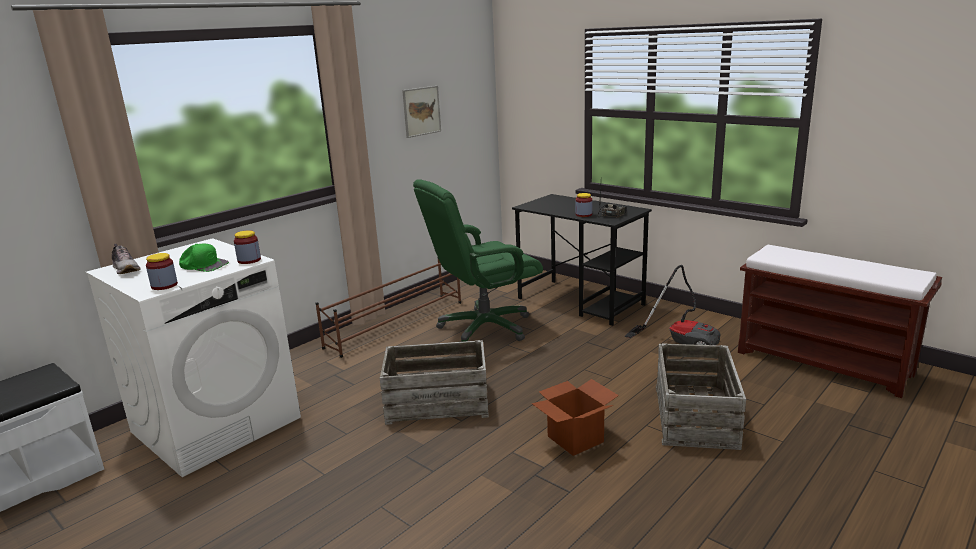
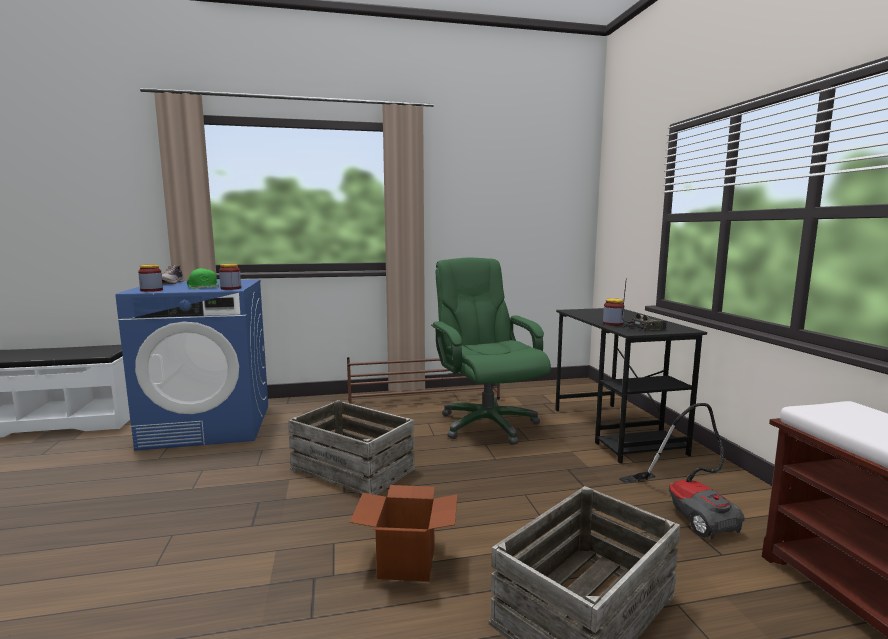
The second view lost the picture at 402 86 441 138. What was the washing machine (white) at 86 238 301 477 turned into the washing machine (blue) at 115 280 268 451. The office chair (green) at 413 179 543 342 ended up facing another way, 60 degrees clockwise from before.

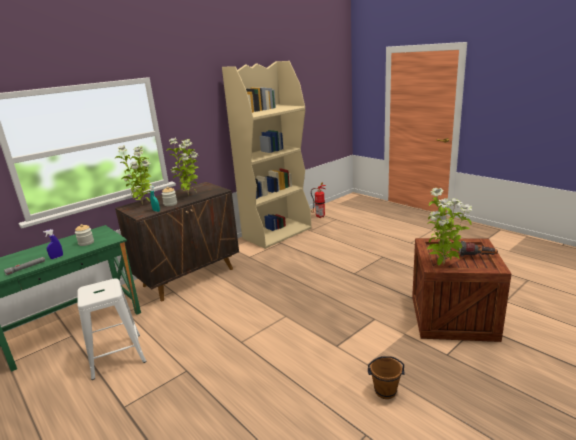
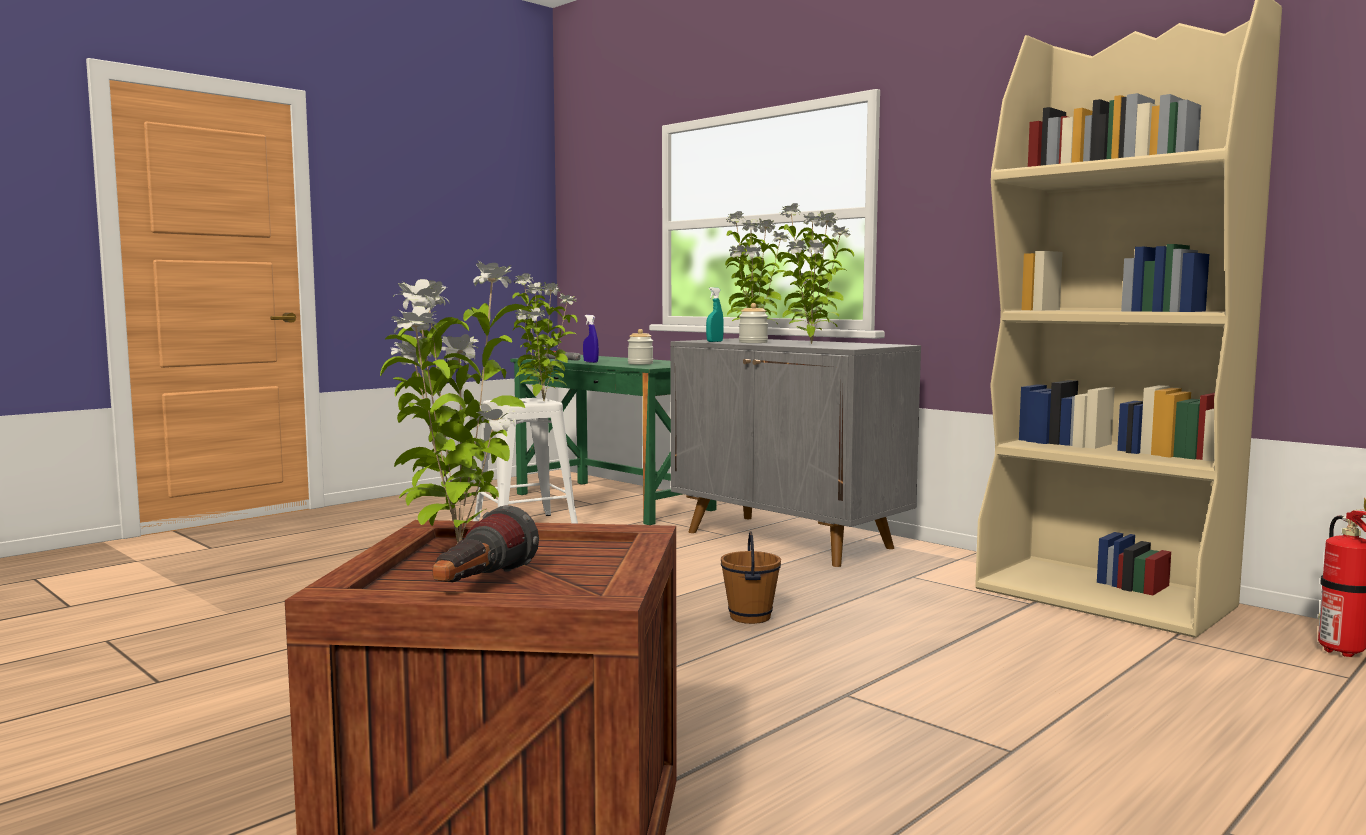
The second view gained the potted plant at 512 273 577 401. The bucket (brown) ended up elsewhere, having gone from 368 356 405 399 to 721 531 781 624. What was the cabinet (brown) at 115 182 239 301 turned into the cabinet (grey) at 671 338 921 567.

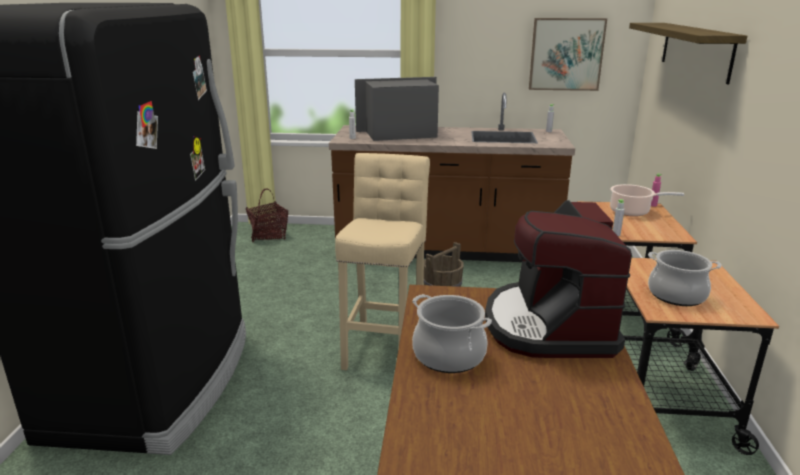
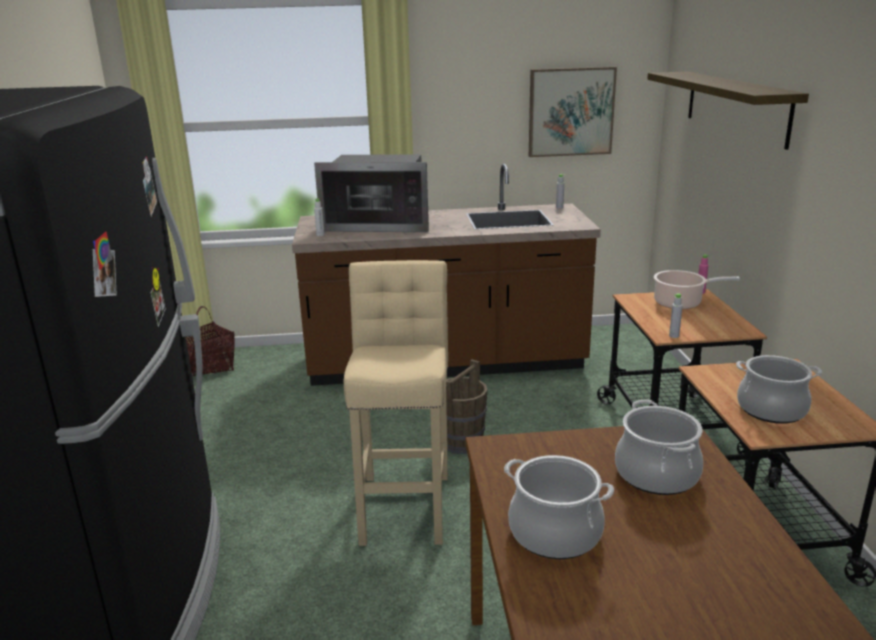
Where the coffee machine stood at 485 200 632 358, the cooking pot came to stand at 615 400 703 495. The microwave at 355 77 439 141 ended up facing another way, 150 degrees counterclockwise from before.

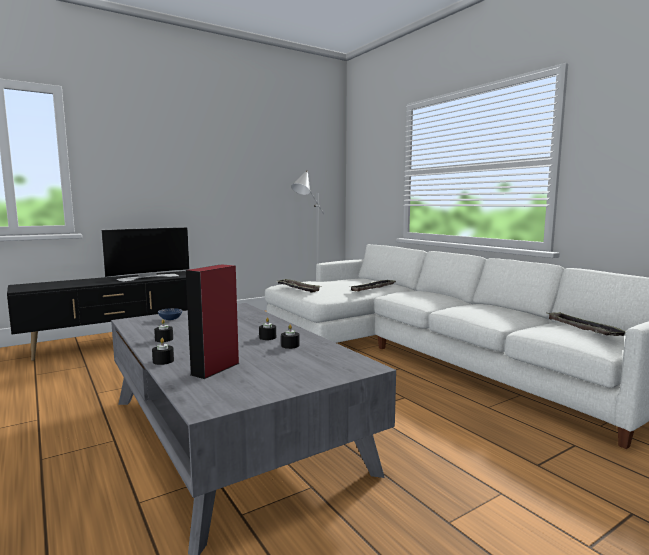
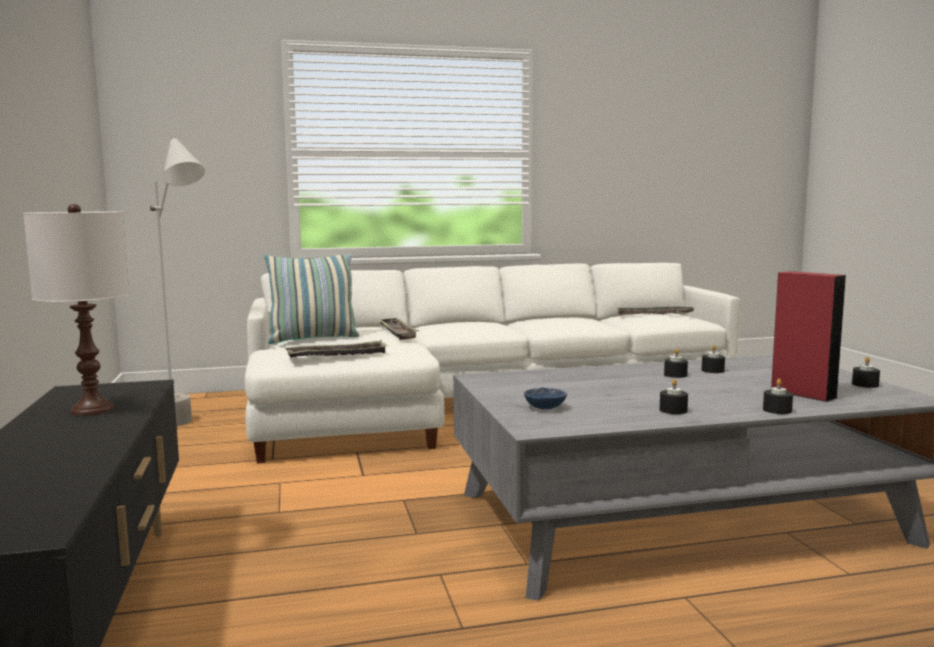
The second view gained the pillow at 264 254 359 344. The second view gained the candle (black) at 852 357 880 388. Where the television stood at 101 227 190 281, the table lamp (white) came to stand at 23 204 130 416.

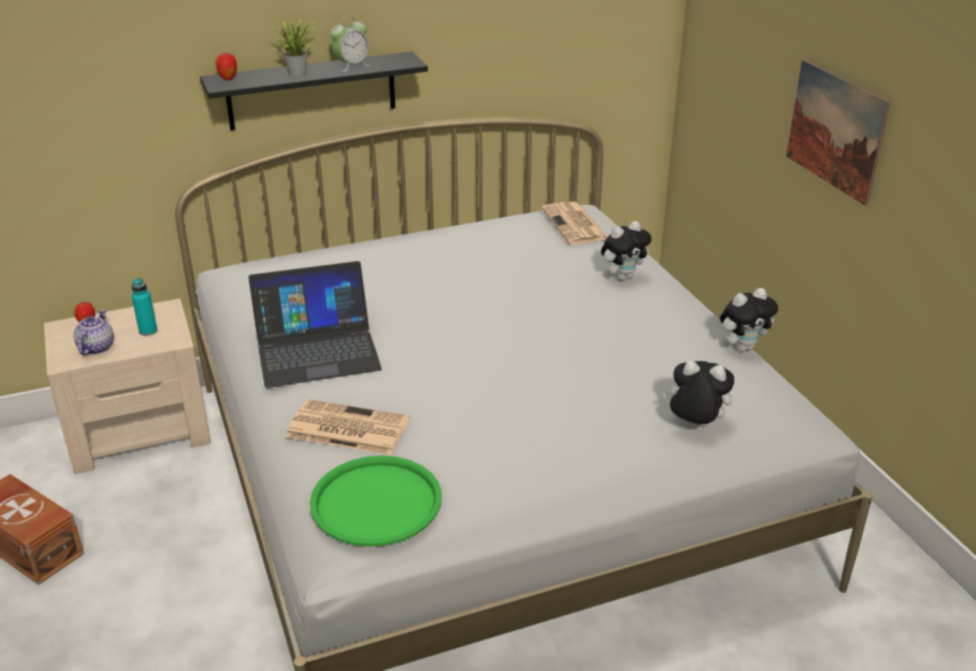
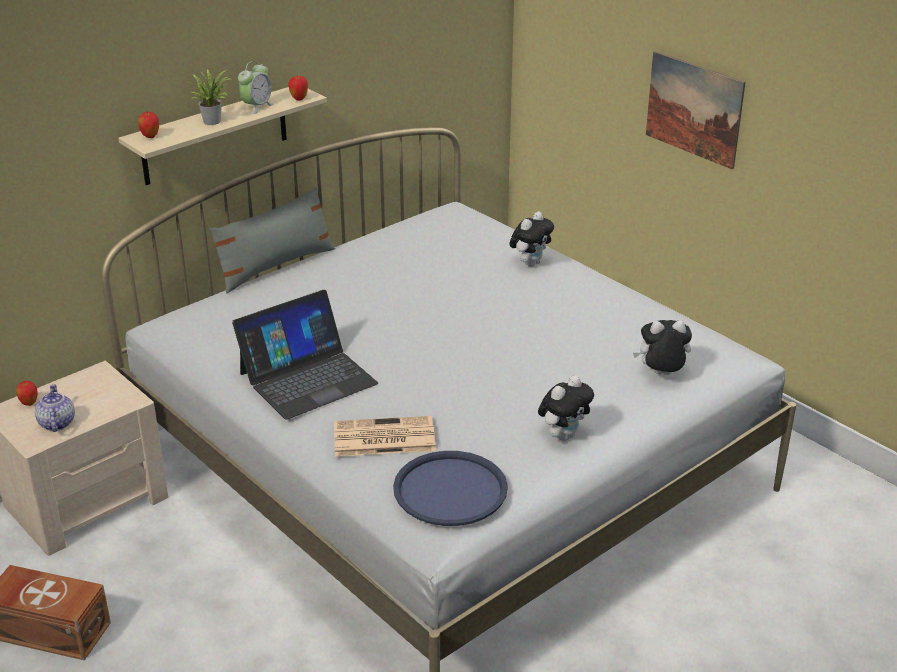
The second view lost the bottle (turquoise) at 131 278 157 336. The second view lost the newspaper at 542 202 607 244. The second view gained the pillow (grey) at 209 187 335 293. The second view gained the apple at 288 76 308 101. The plush toy ended up elsewhere, having gone from 720 288 778 352 to 538 376 594 441. What was the shelf (black) at 200 51 428 130 turned into the shelf (beige) at 118 87 327 185. What was the tray (green) at 310 456 442 547 turned into the tray (blue) at 393 451 508 526.

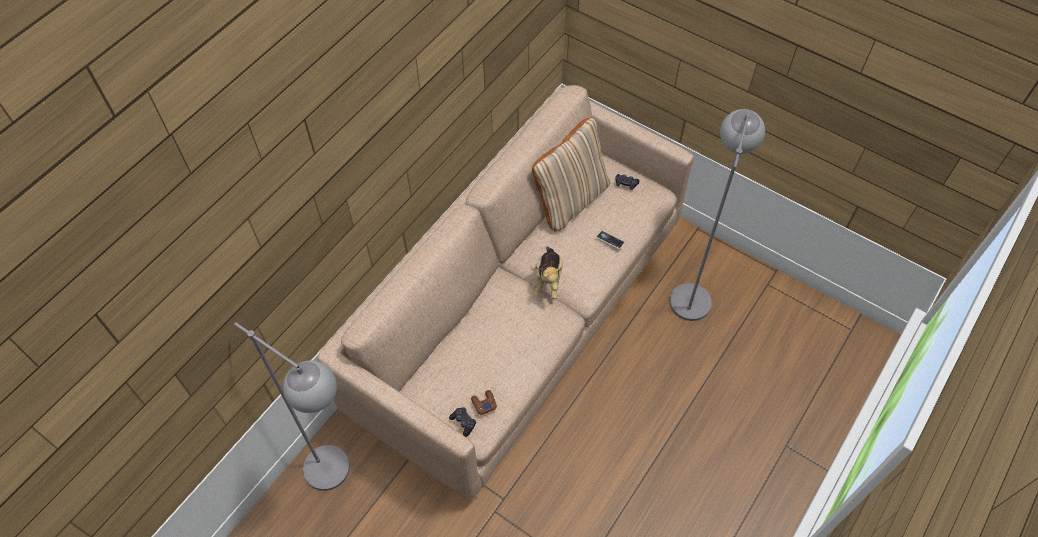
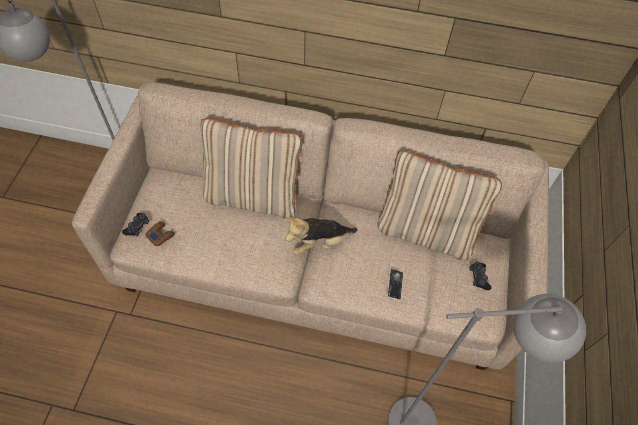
The second view gained the pillow (beige) at 201 118 302 218.

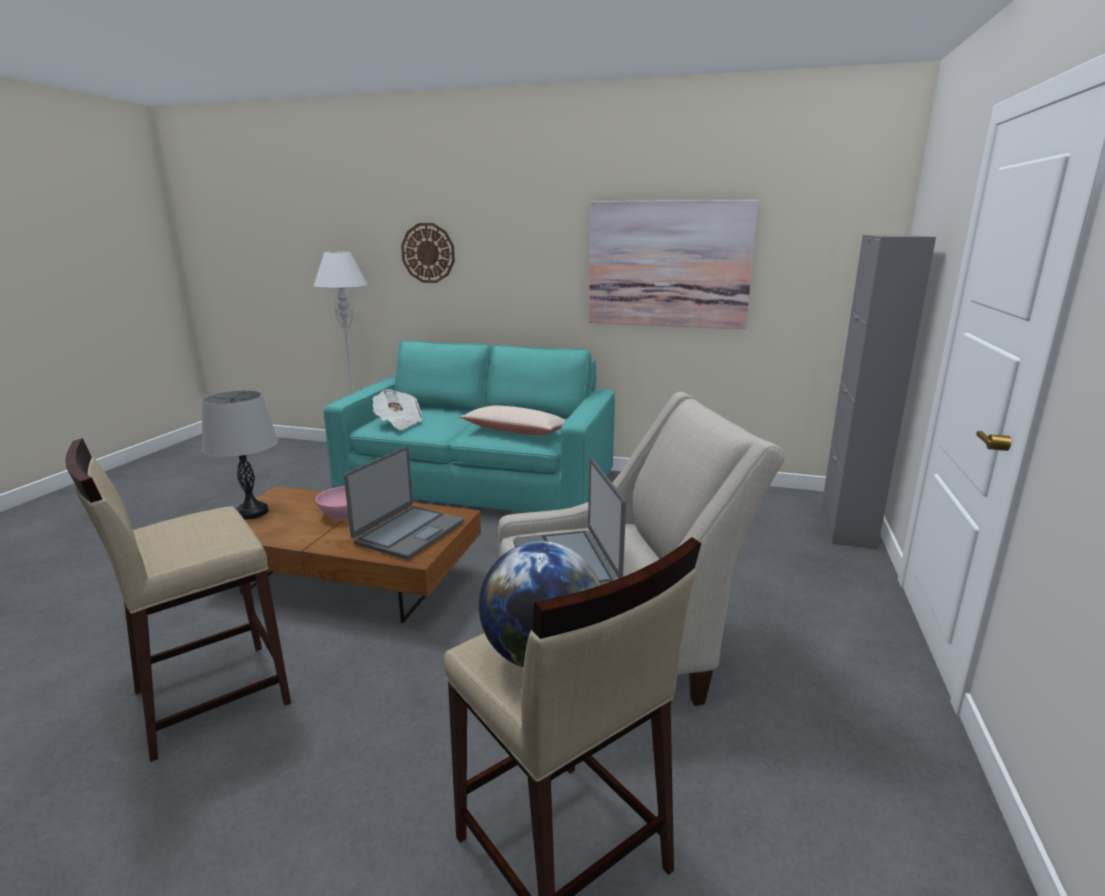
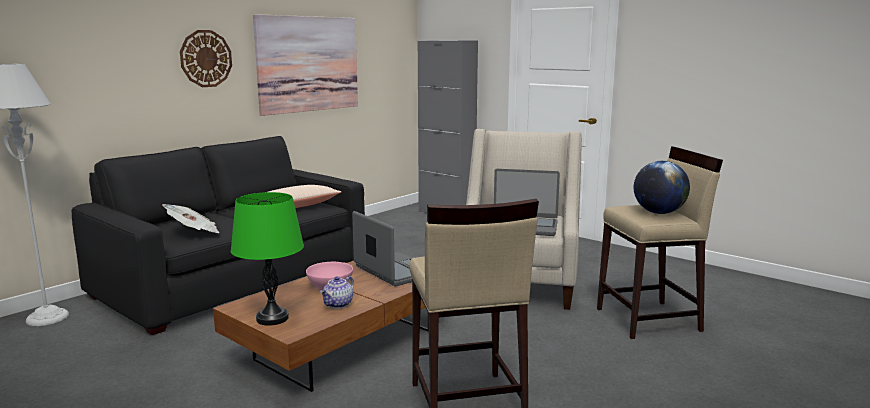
The second view gained the teapot at 320 276 354 309. The wall clock ended up elsewhere, having gone from 401 223 455 283 to 180 30 232 87. What was the table lamp (grey) at 202 390 278 519 turned into the table lamp (green) at 231 192 304 326. What was the sofa (turquoise) at 323 340 615 513 turned into the sofa (black) at 72 136 365 335.

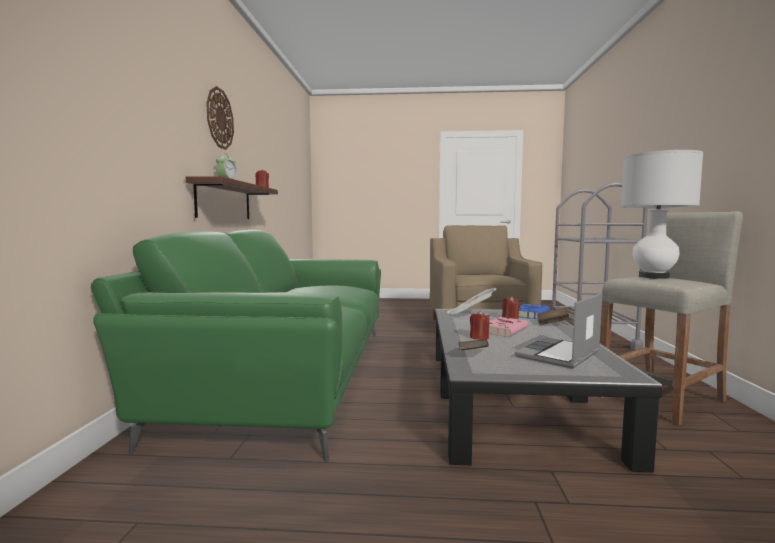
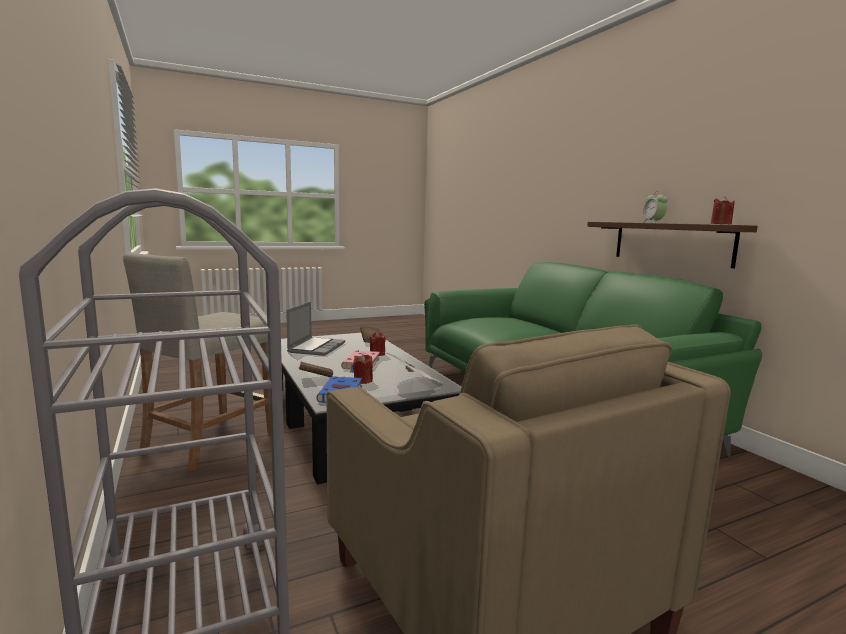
The second view lost the wall clock at 206 86 234 150. The second view lost the table lamp (white) at 621 150 703 279.

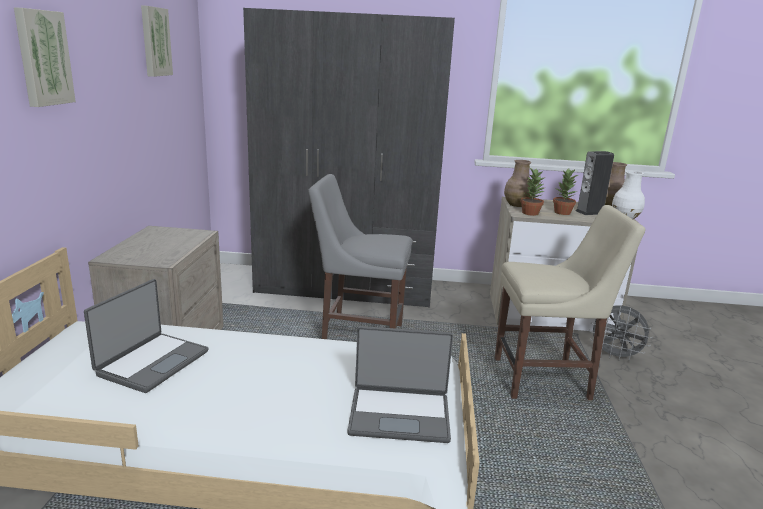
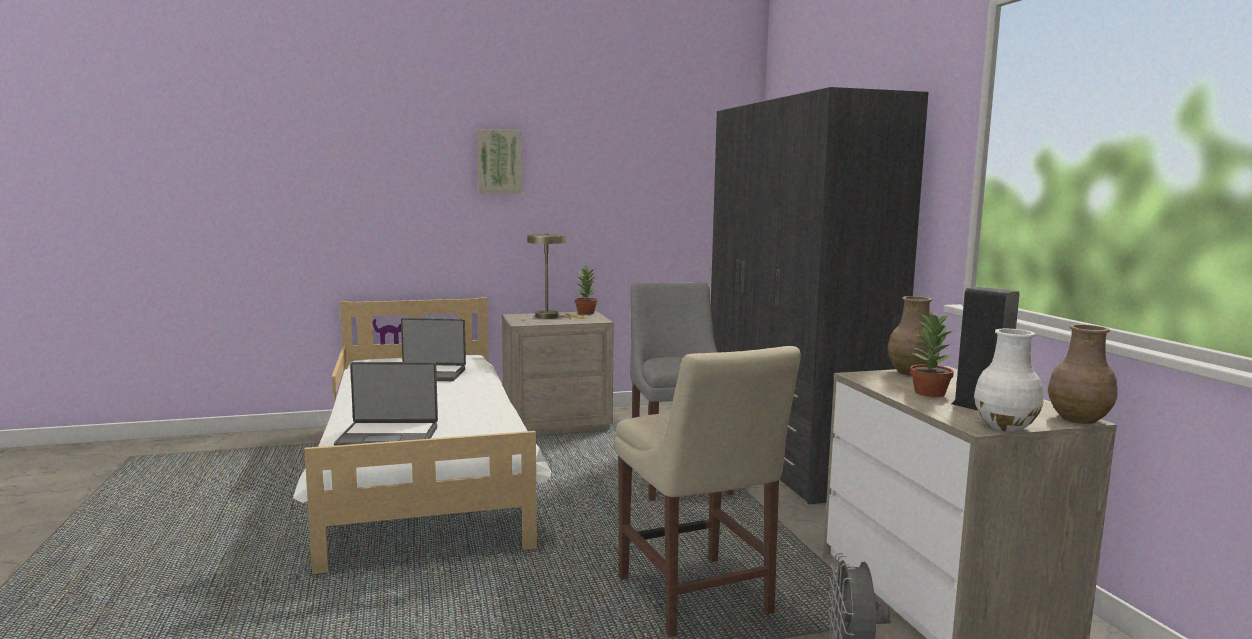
The second view lost the picture at 141 5 173 77. The second view gained the table lamp (beige) at 527 233 587 319. The potted plant ended up elsewhere, having gone from 521 168 546 216 to 575 266 598 315. The laptop at 347 326 453 443 ended up facing another way, 75 degrees counterclockwise from before.

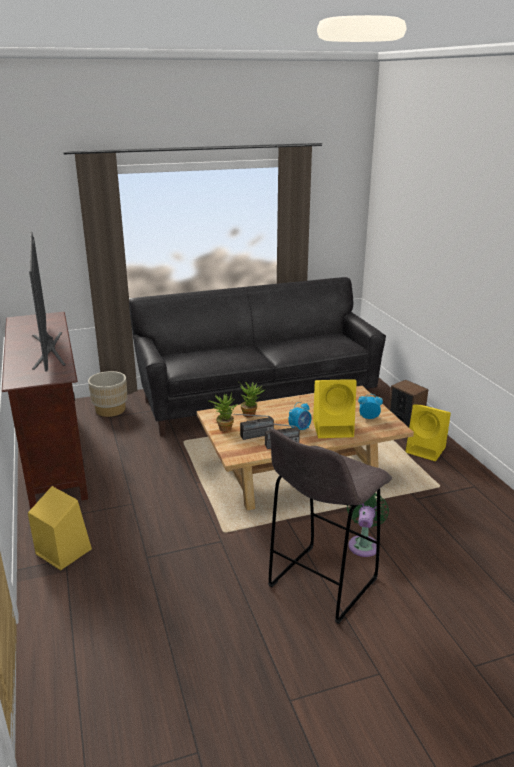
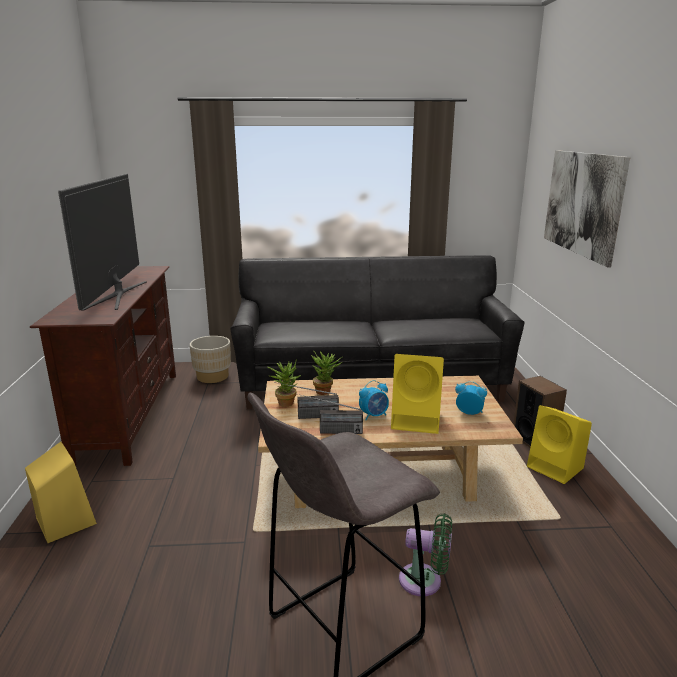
The second view gained the picture at 544 150 630 267. The fan (green) at 347 493 389 557 ended up facing another way, 75 degrees clockwise from before.

